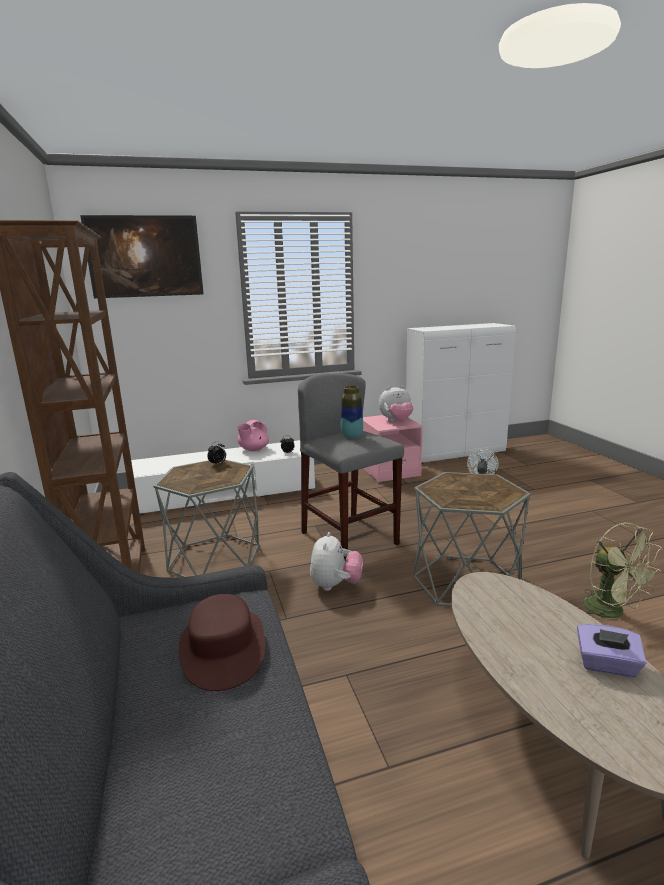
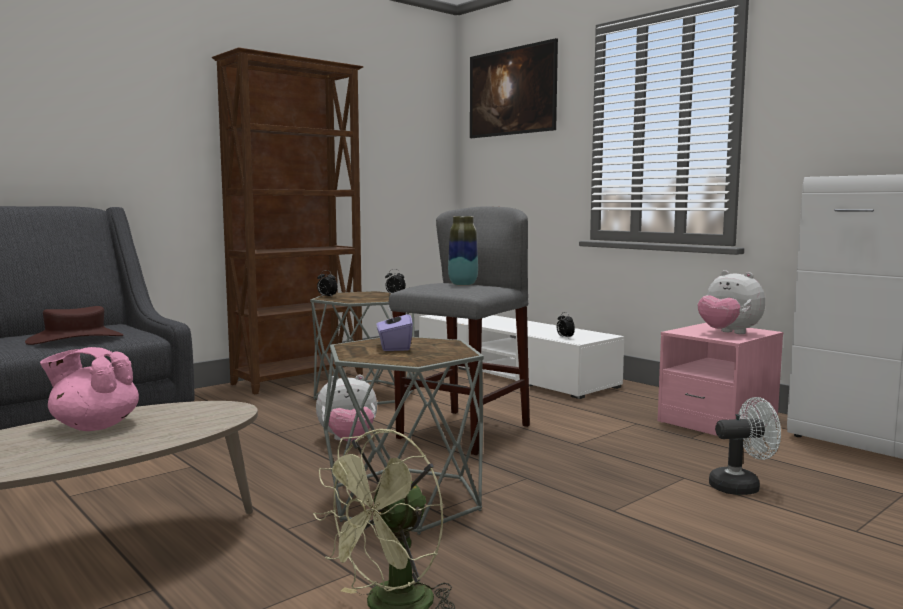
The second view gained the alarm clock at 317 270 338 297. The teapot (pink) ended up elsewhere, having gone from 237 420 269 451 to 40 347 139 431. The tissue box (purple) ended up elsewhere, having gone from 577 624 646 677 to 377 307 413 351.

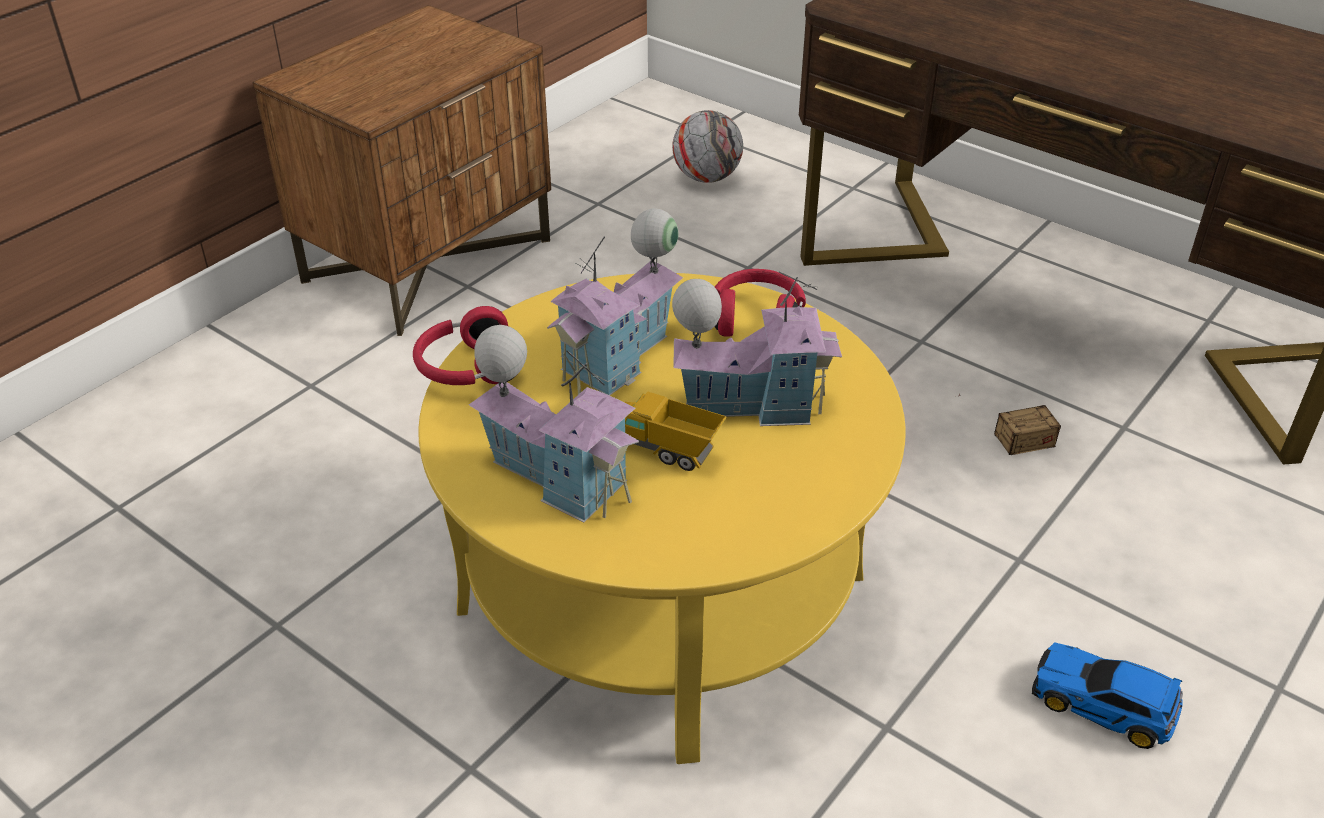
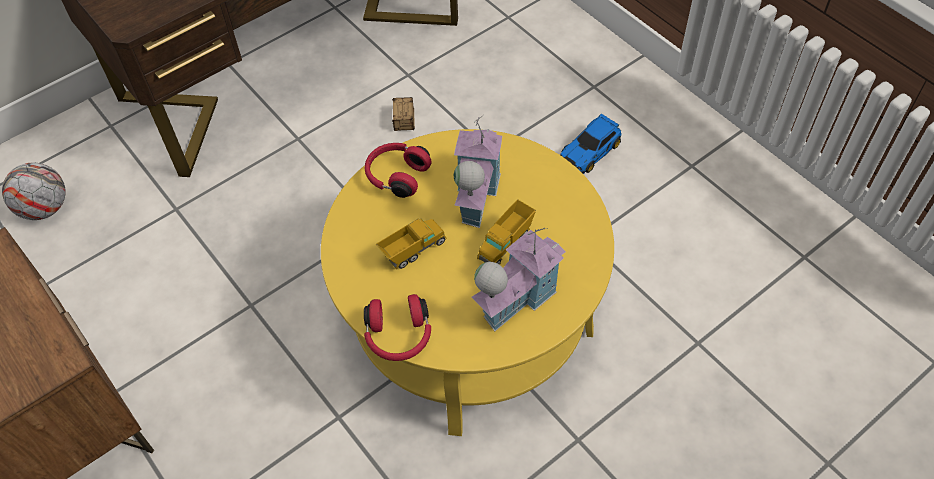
Where the toy house stood at 547 208 683 396, the toy truck came to stand at 376 219 446 269.

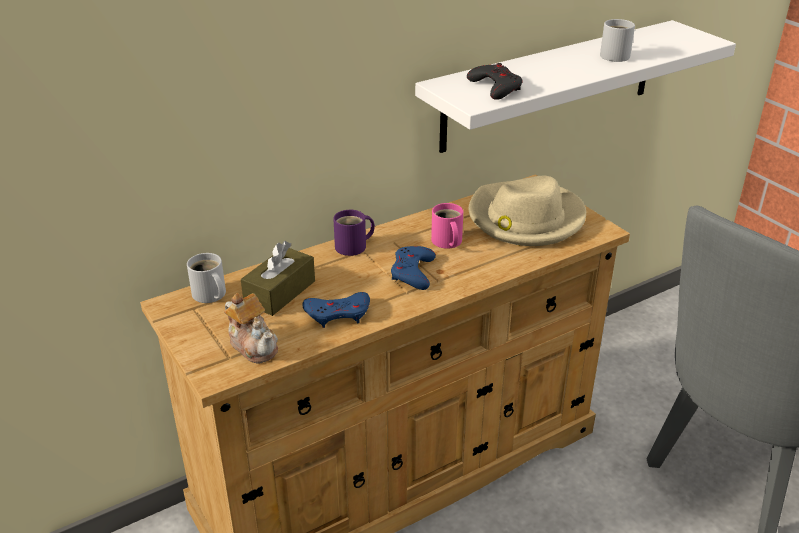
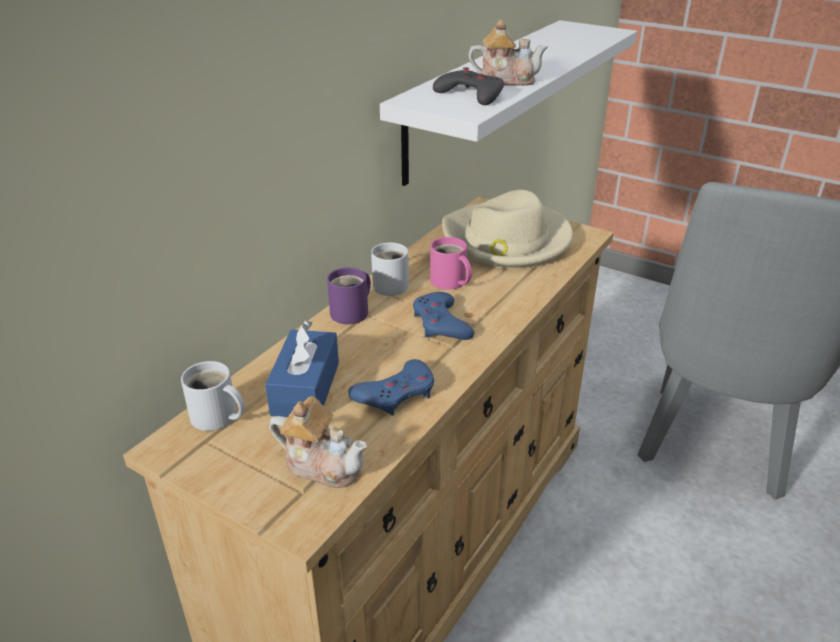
The second view gained the teapot at 469 19 547 86. The mug (white) ended up elsewhere, having gone from 600 19 635 62 to 371 242 409 296. What was the tissue box (brown) at 241 241 315 316 turned into the tissue box (blue) at 265 320 339 417.

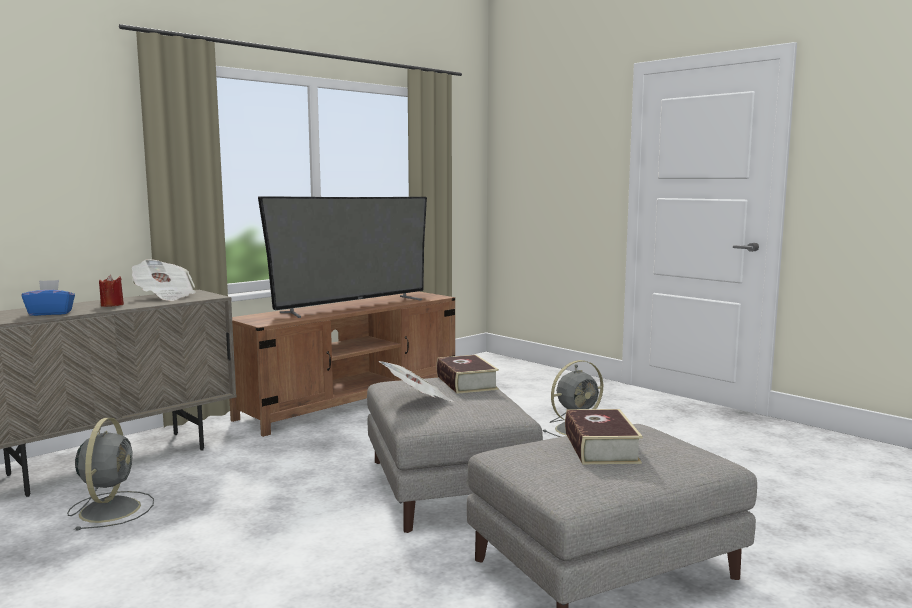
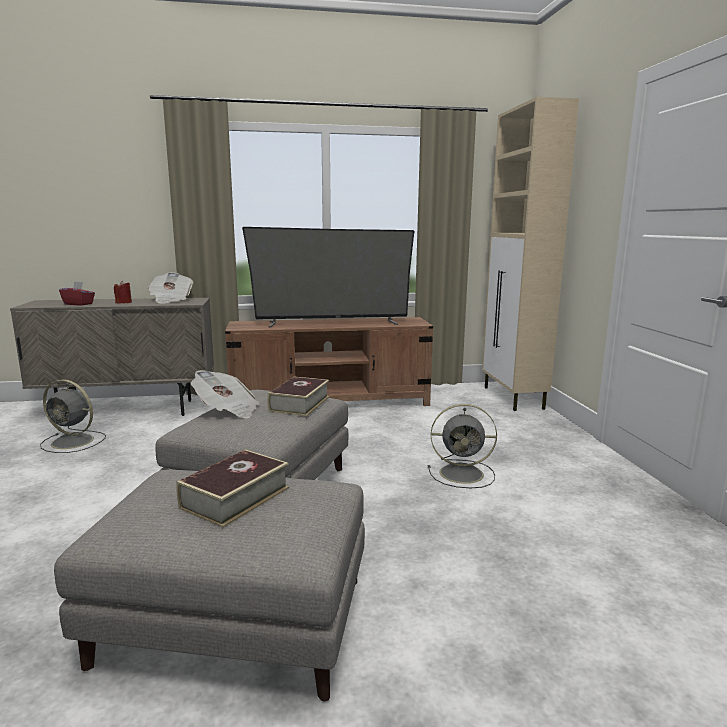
The second view gained the cabinet (beige) at 482 97 579 411. What was the tissue box (blue) at 22 280 75 316 turned into the tissue box (red) at 59 281 95 306. The fan (grey) at 67 418 154 530 ended up facing another way, 75 degrees clockwise from before.

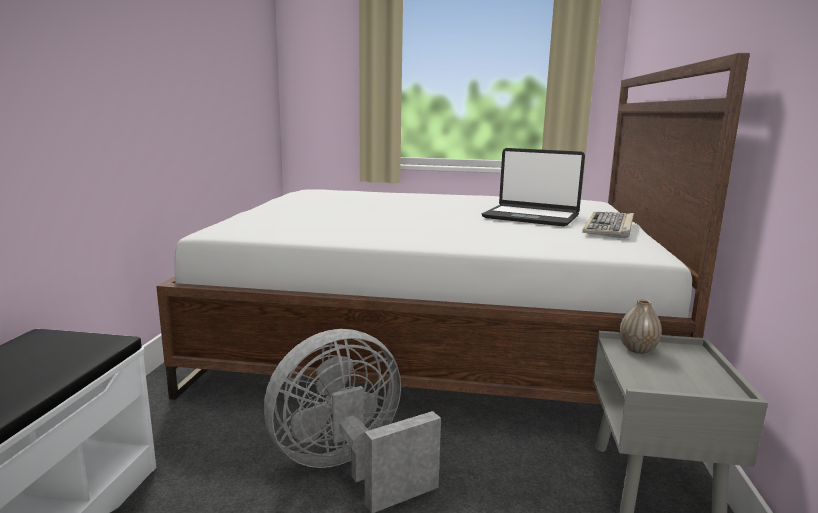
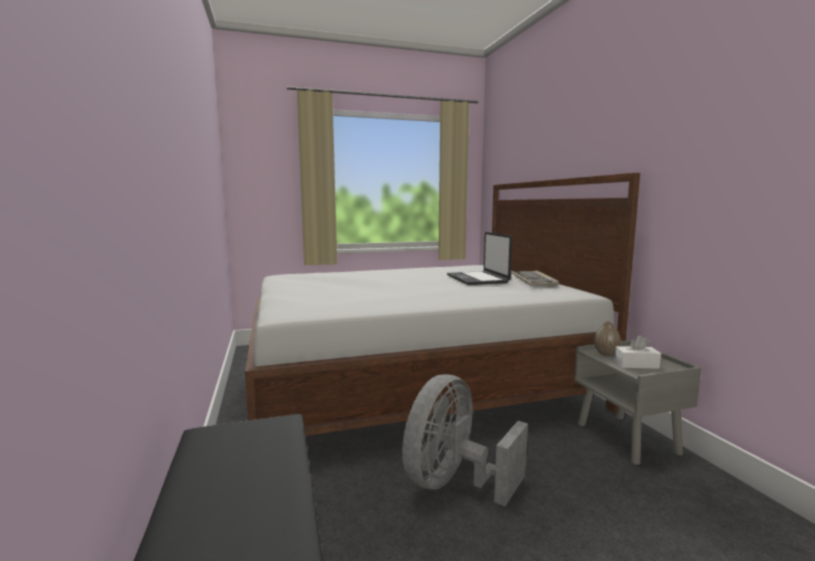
The second view gained the tissue box (white) at 614 335 661 369. The laptop at 482 148 585 226 ended up facing another way, 75 degrees clockwise from before.

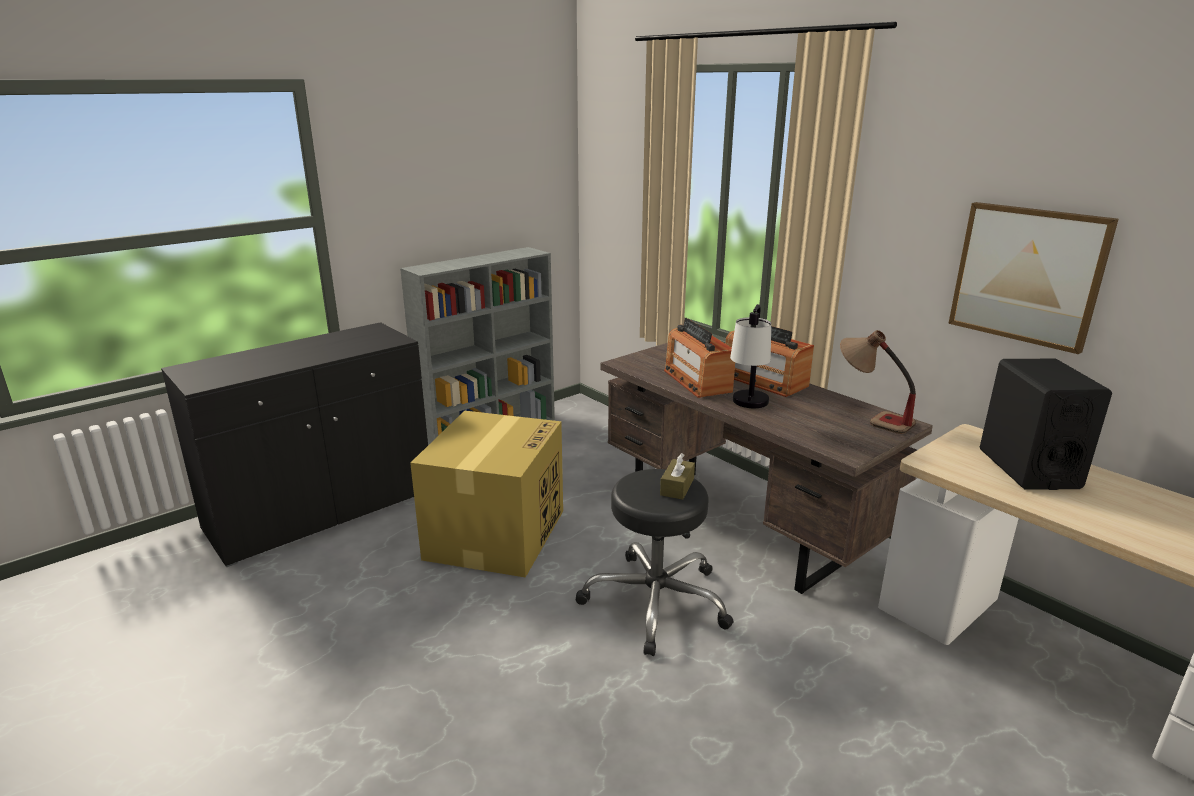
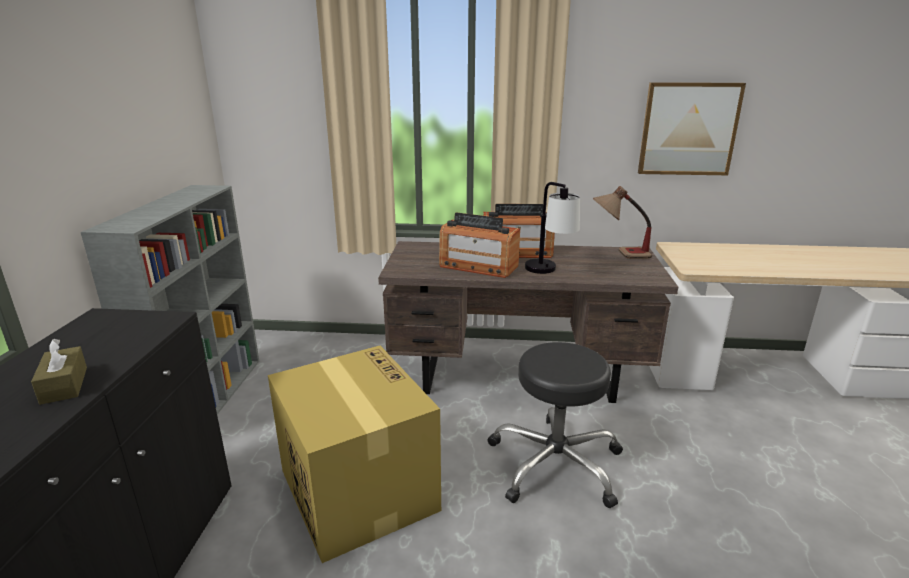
The second view lost the speaker (black) at 980 359 1112 490. The tissue box (brown) ended up elsewhere, having gone from 660 453 695 500 to 31 339 87 405.

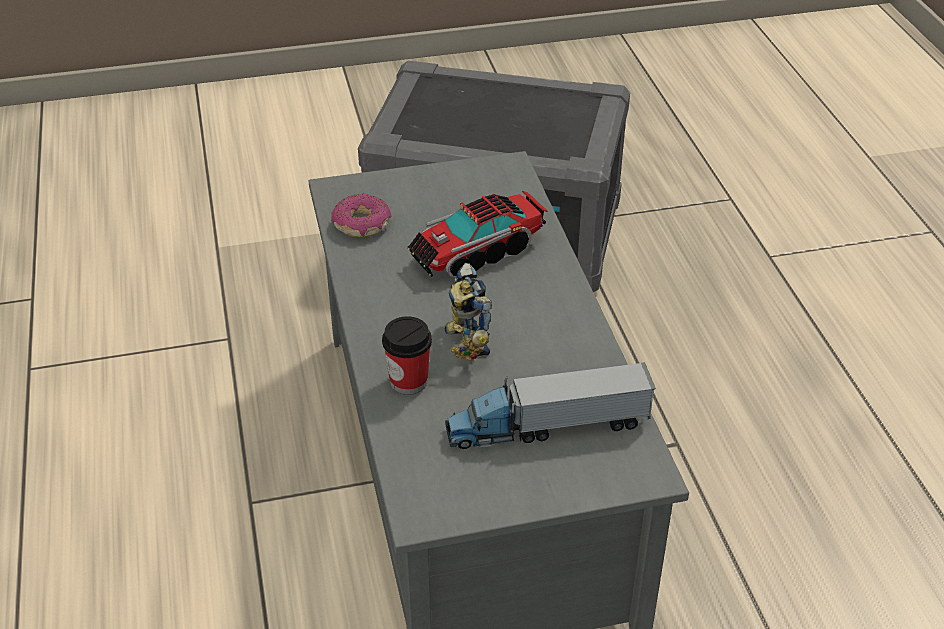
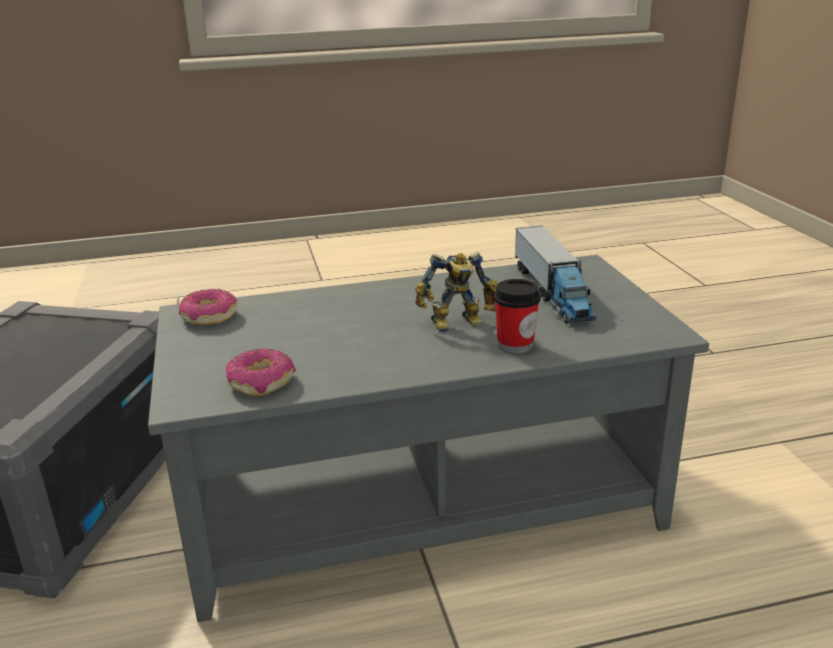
The second view lost the toy truck at 408 191 548 278. The second view gained the donut at 179 289 237 325.

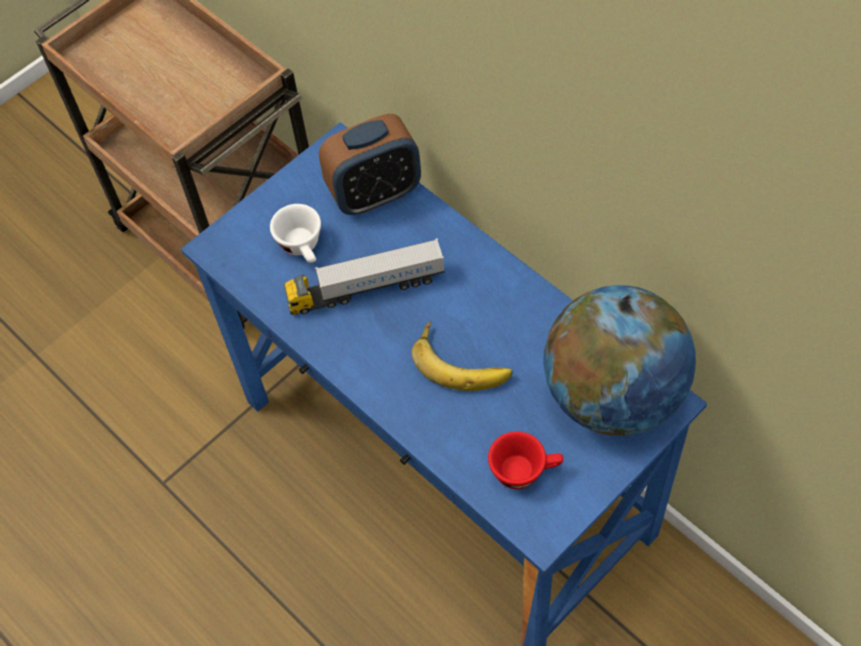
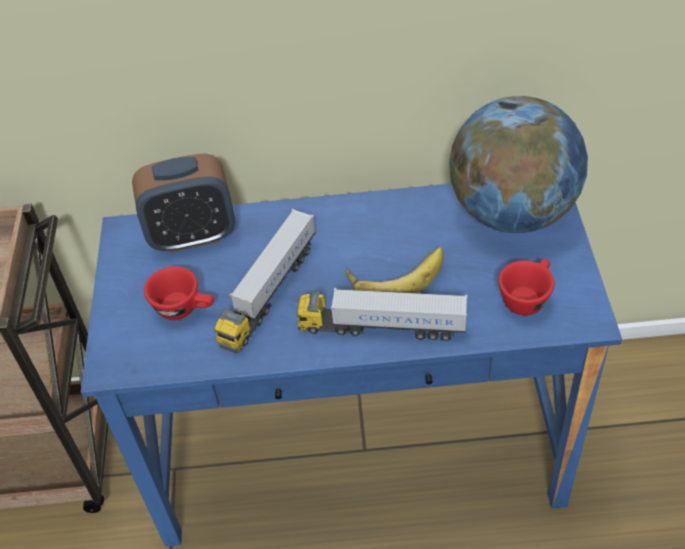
The second view gained the toy truck at 296 288 467 341. What was the cup (white) at 270 204 321 263 turned into the cup (red) at 144 266 214 320. The alarm clock at 319 114 421 215 ended up facing another way, 60 degrees clockwise from before.

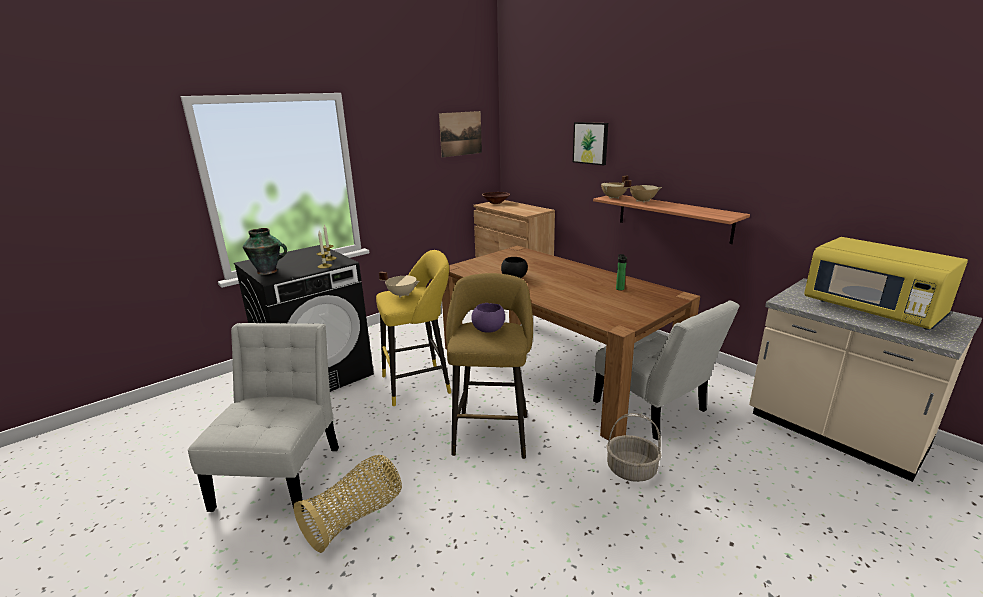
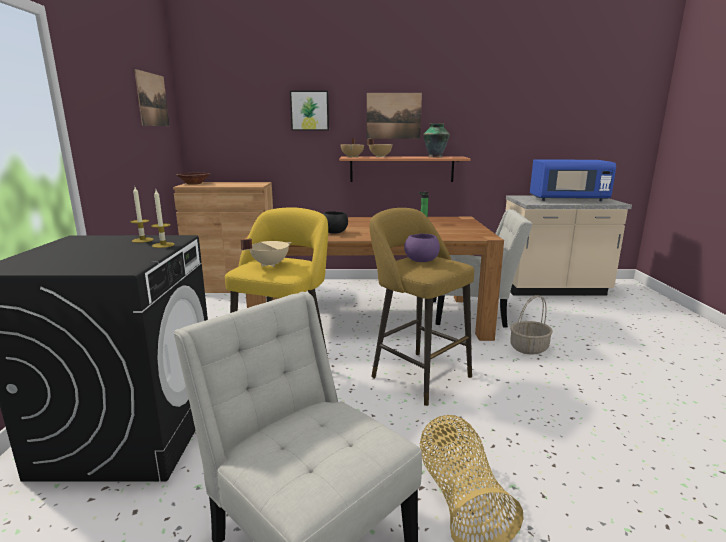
The second view gained the picture at 367 93 422 139. The vase ended up elsewhere, having gone from 243 228 287 275 to 423 123 450 157. What was the microwave (yellow) at 804 237 968 330 turned into the microwave (blue) at 530 159 616 201.

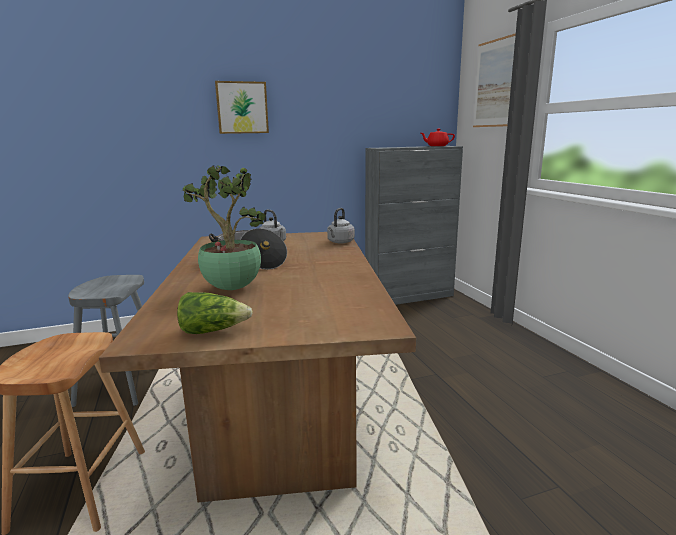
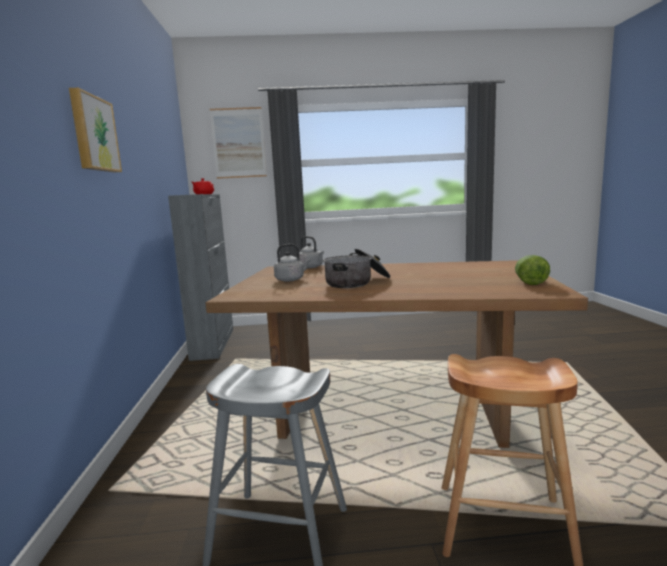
The second view lost the potted plant at 181 165 266 290.

